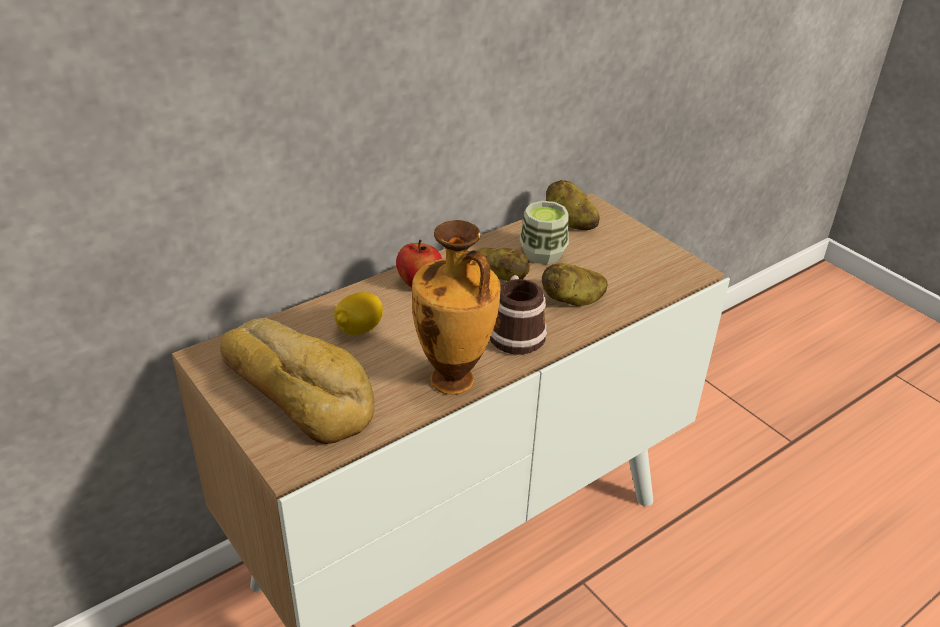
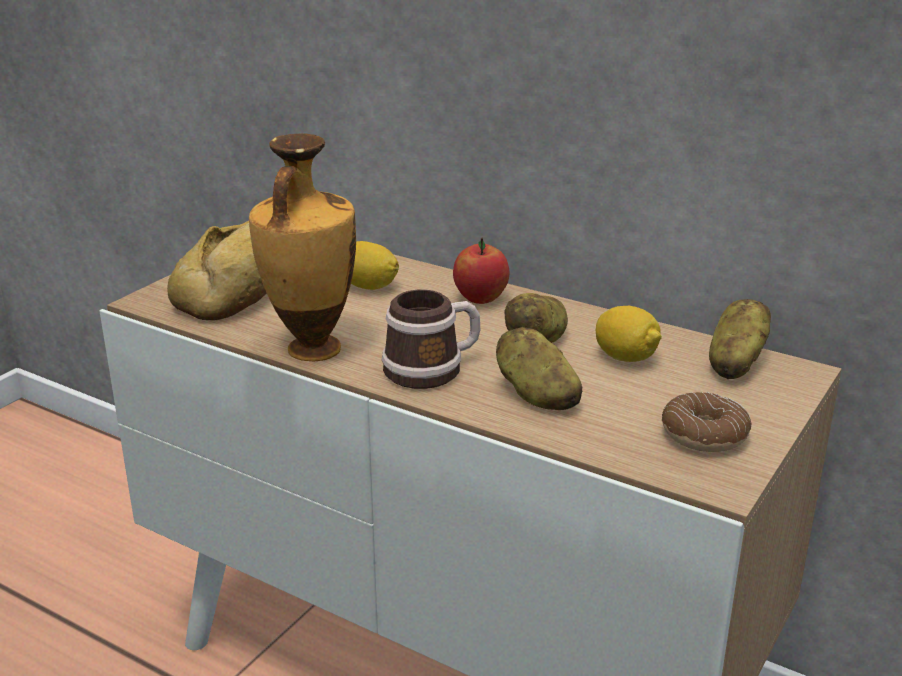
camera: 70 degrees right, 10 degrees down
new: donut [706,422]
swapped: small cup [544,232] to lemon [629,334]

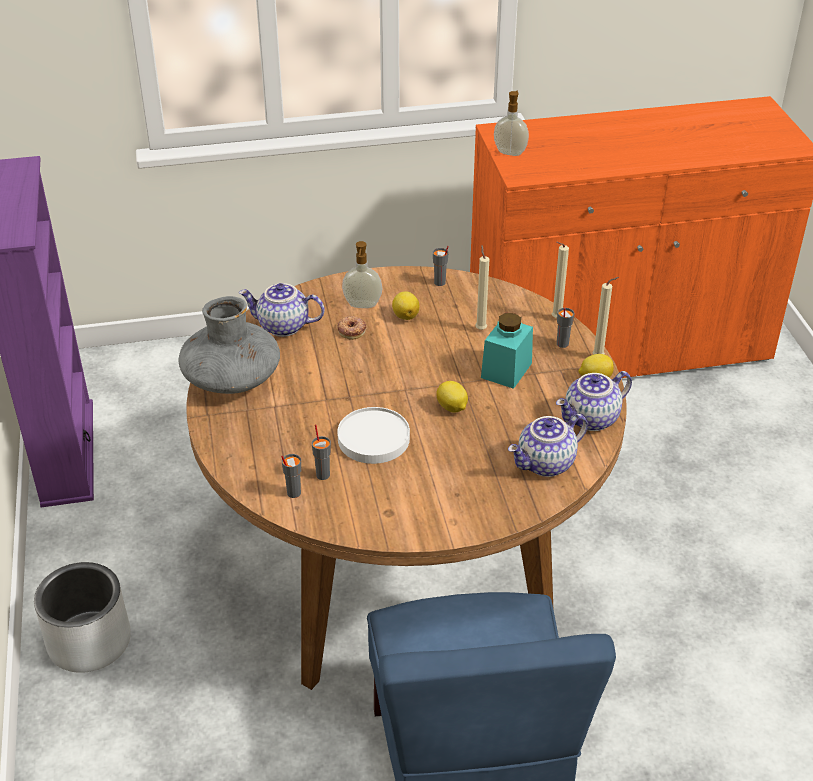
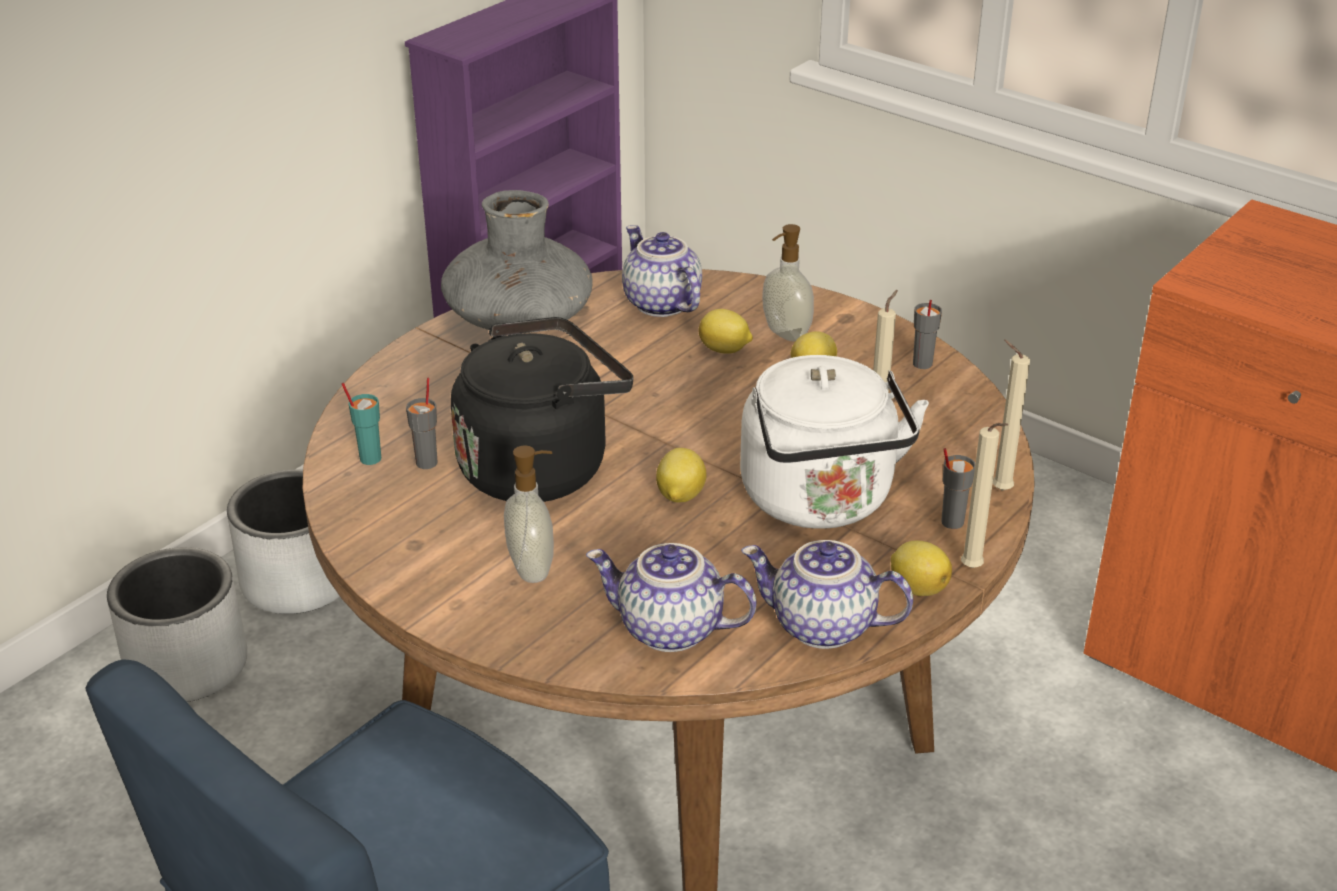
camera: 50 degrees right, 5 degrees down
new: plant pot in gray [177,624]
shifted: liquid soap bottle [511,123] to [529,514]
swapped: donut [352,328] to lemon [725,331]; plate in white-coloured [373,435] to water kettle in black-coloured [542,409]; storage jar in turquoise-coloured [507,351] to water kettle in white-coloured [834,442]
repainted: small cup in gray [291,476] to small cup in turquoise-coloured [361,424]

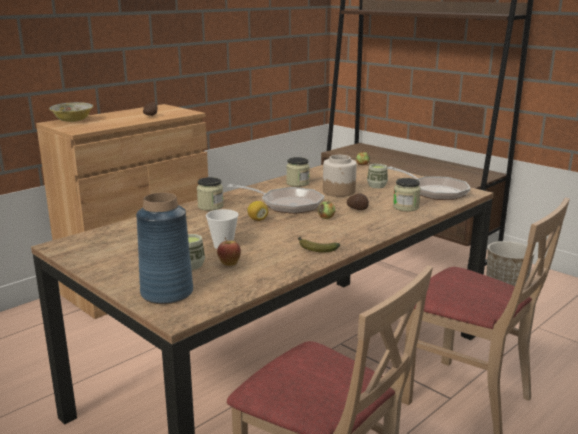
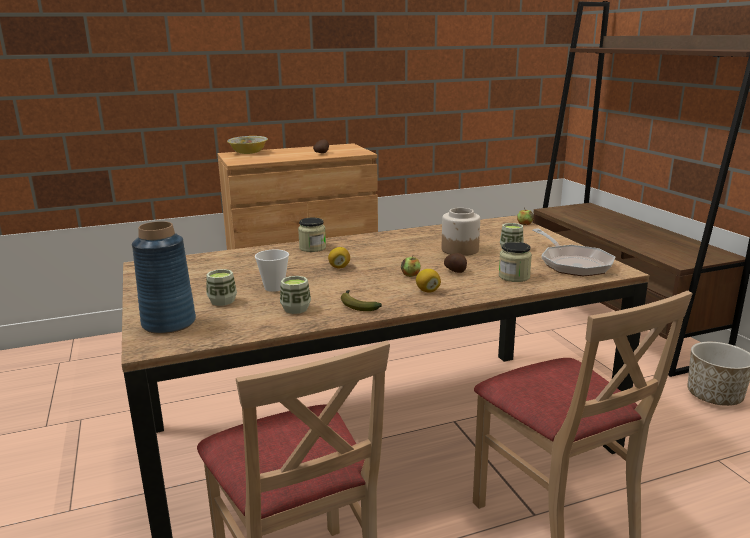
camera: 25 degrees right, 0 degrees up
gone: whole apple [229,251]; frying pan [275,199]; storage jar [298,172]
new: small cup [295,295]; lemon [428,281]

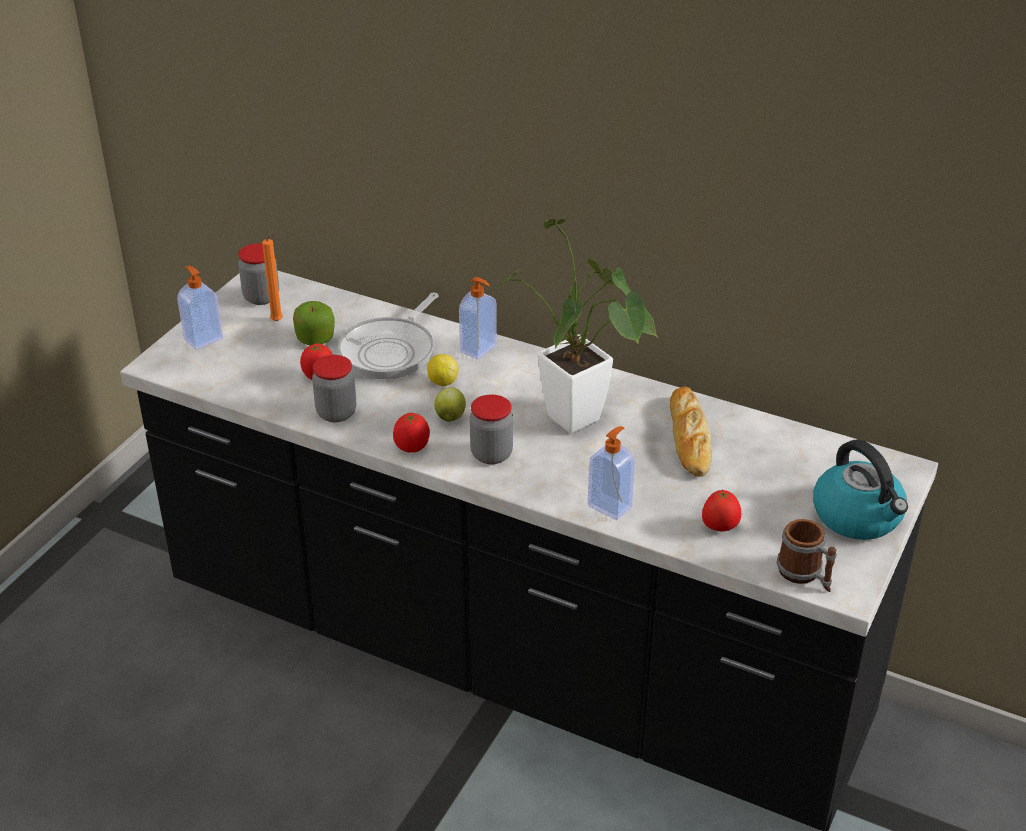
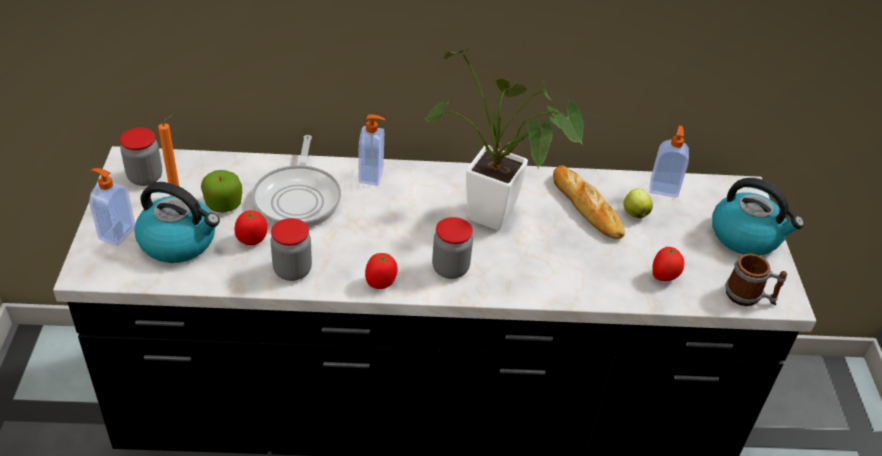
camera: 30 degrees left, 5 degrees up
gone: lemon [442,370]
new: water kettle [177,222]
shifted: whole apple [450,405] to [638,203]; liquid soap bottle [611,473] to [669,161]

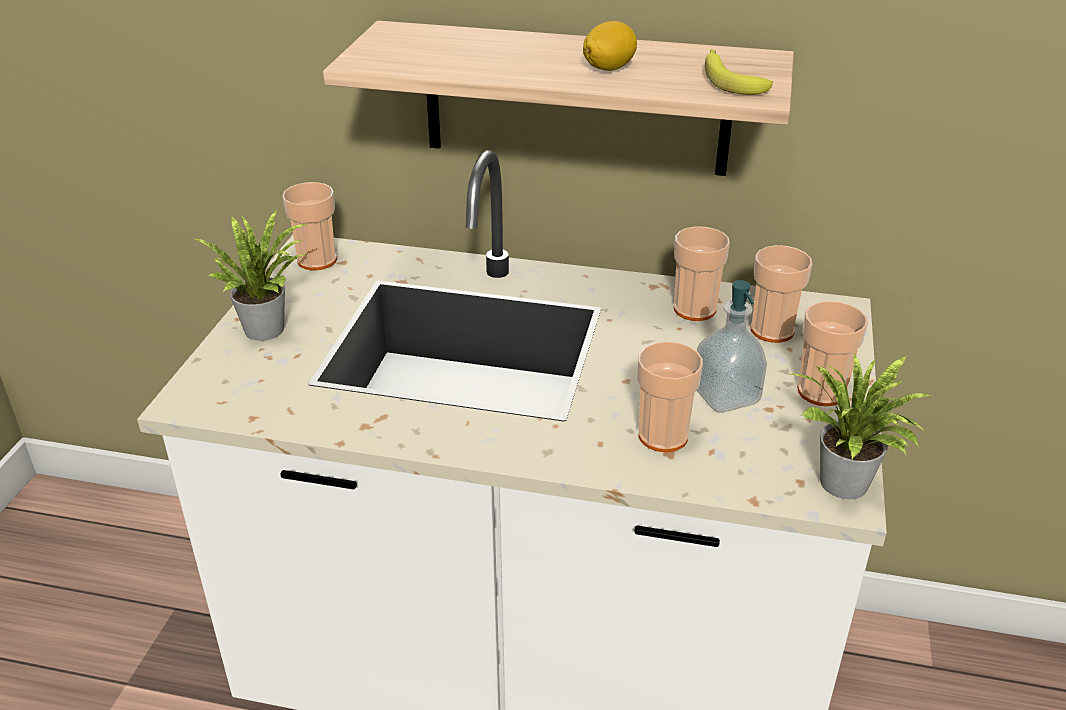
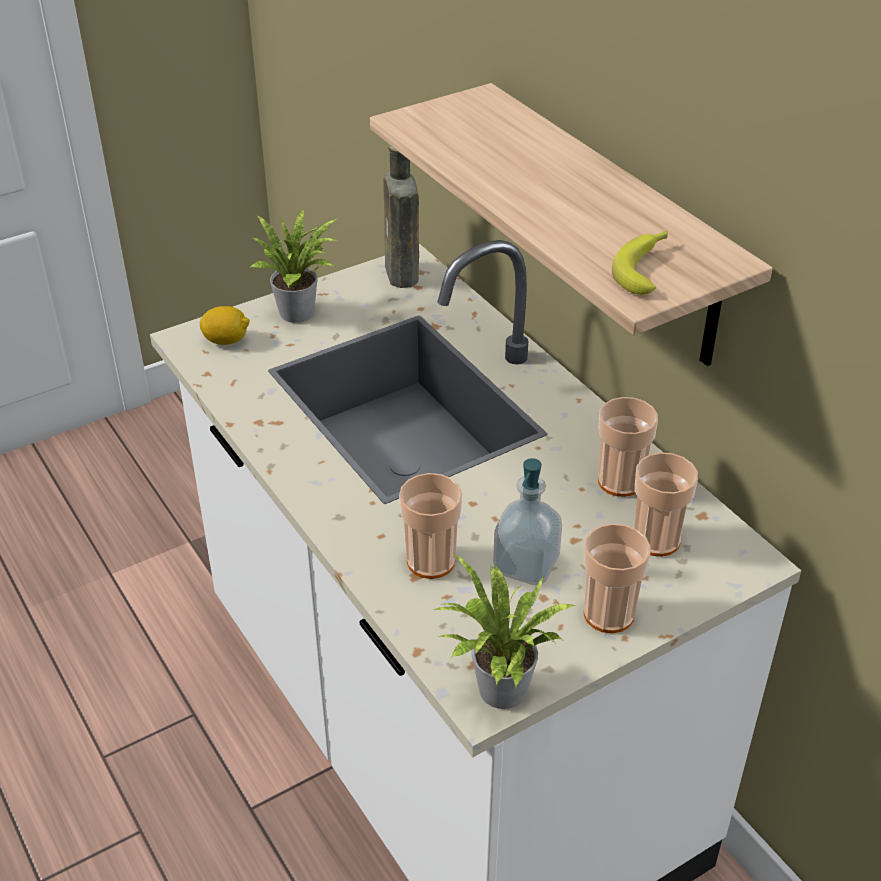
camera: 45 degrees right, 5 degrees up
shifted: lemon [610,46] to [225,325]
swapped: small cup [309,226] to drink bottle in brownish [401,216]

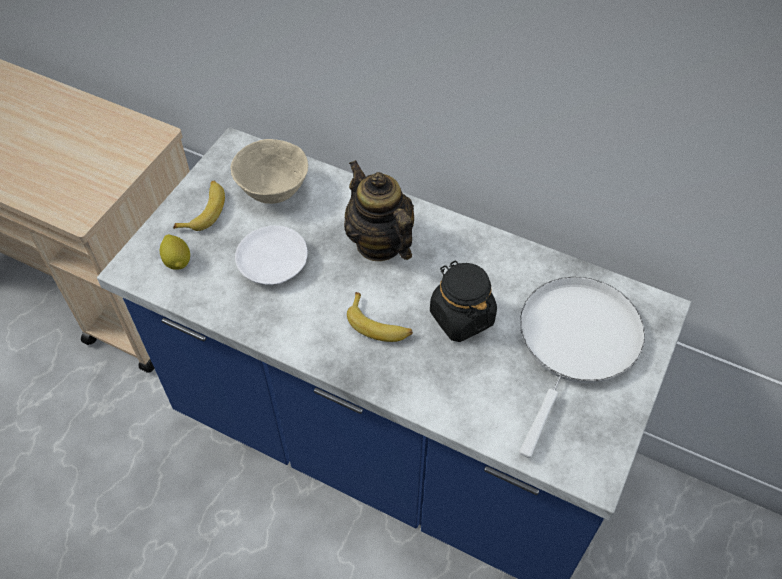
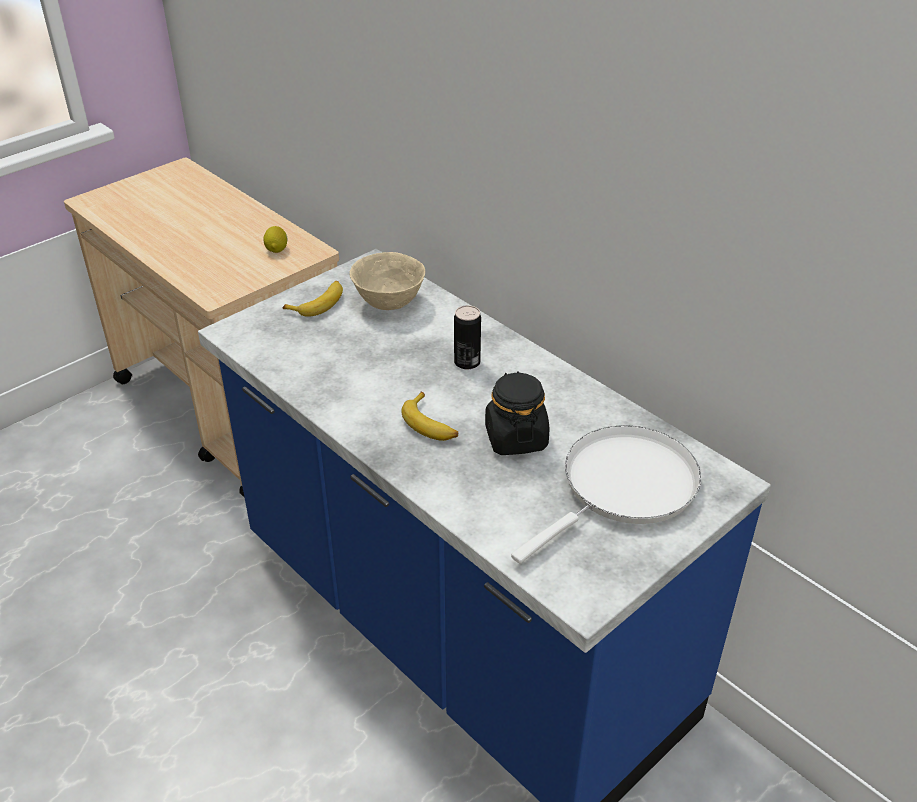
camera: 20 degrees right, 15 degrees down
gone: plate in white-coloured [271,255]
shifted: lemon [175,252] to [275,239]
swapped: pot for tea [379,210] to can [467,337]

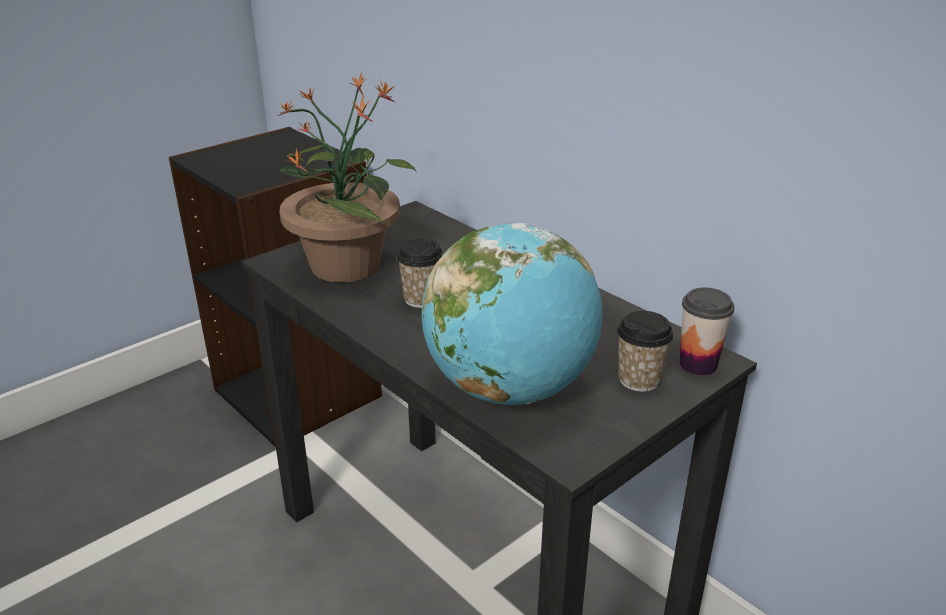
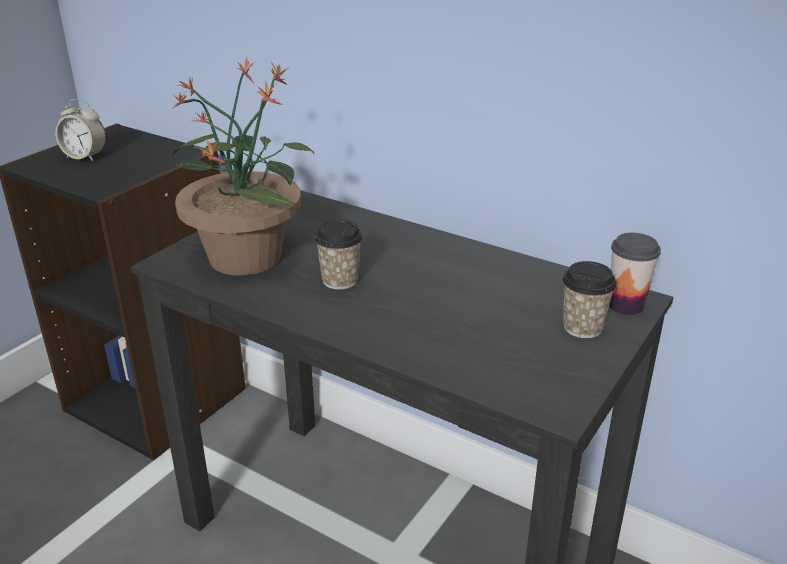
camera: 15 degrees left, 0 degrees up
gone: globe [512,314]
new: alarm clock [80,130]

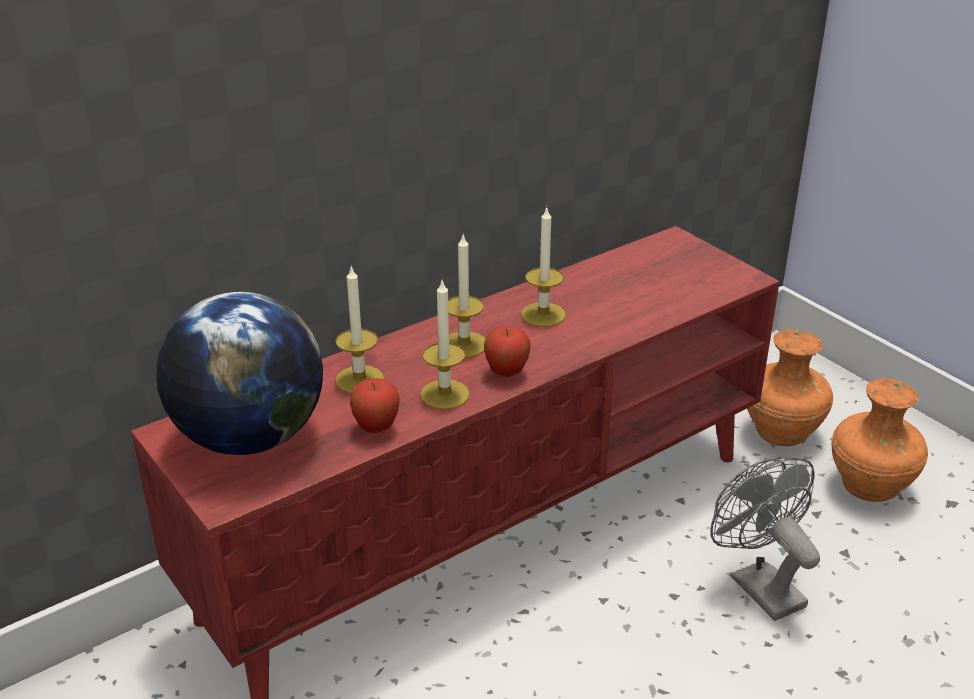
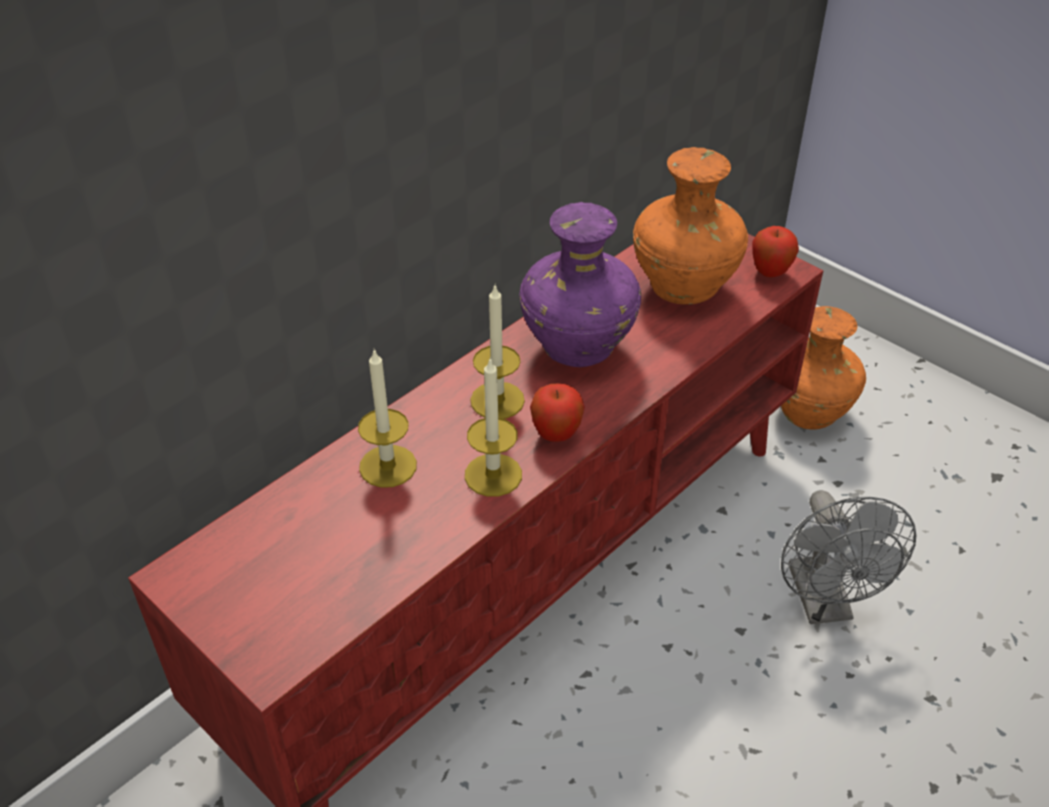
camera: 10 degrees left, 10 degrees up
gone: globe [239,373]
shifted: whole apple [375,405] to [775,251]; decorative vase in orange-coloured [880,440] to [690,226]
swapped: wax light [543,266] to decorative vase in purplish [580,284]
rotated: electric fan in gray [765,539] = [849,557] 150 degrees counterclockwise

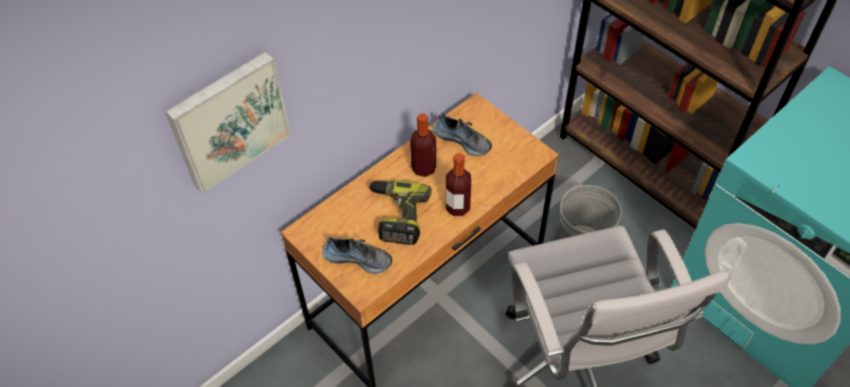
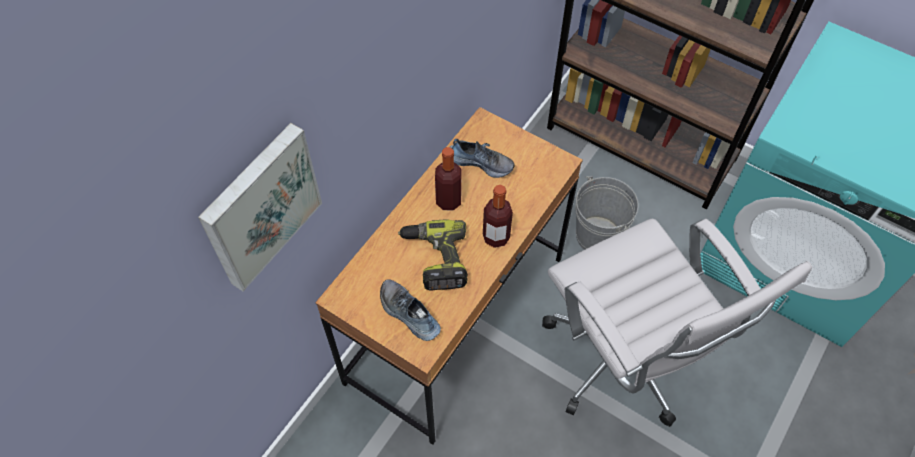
camera: 15 degrees left, 5 degrees up
rotated: low shoe [357,255] = [410,310] 135 degrees counterclockwise

